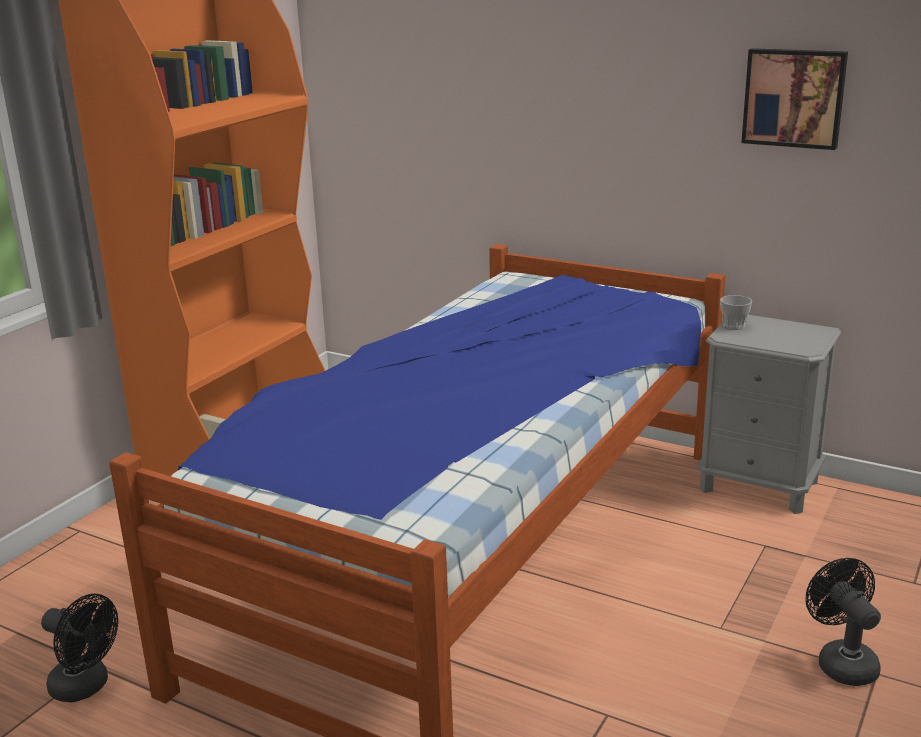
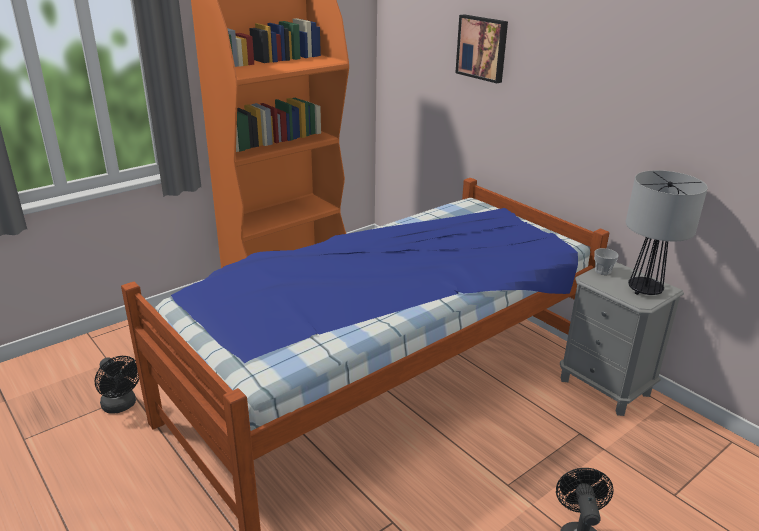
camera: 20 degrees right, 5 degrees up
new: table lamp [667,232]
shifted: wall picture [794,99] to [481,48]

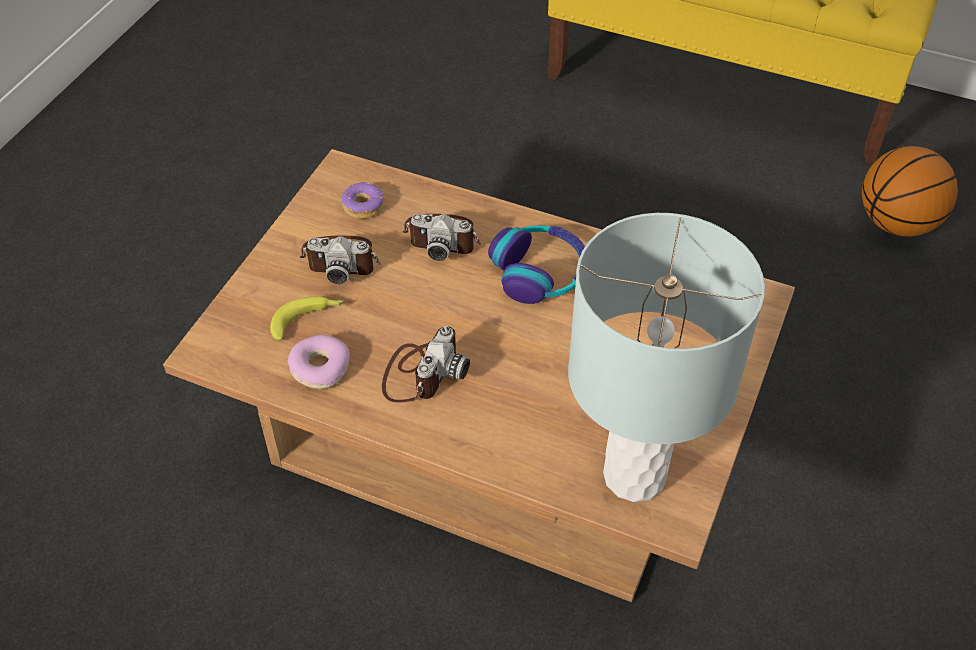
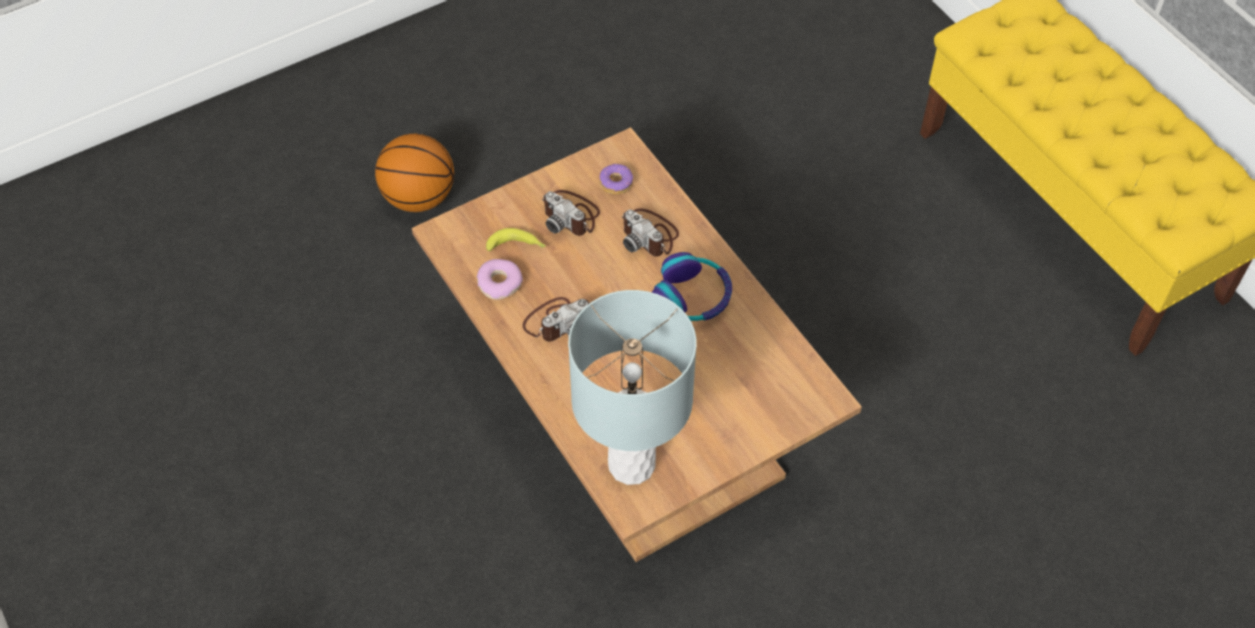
camera: 35 degrees right, 5 degrees up
shifted: ball for basketball [910,191] to [414,173]

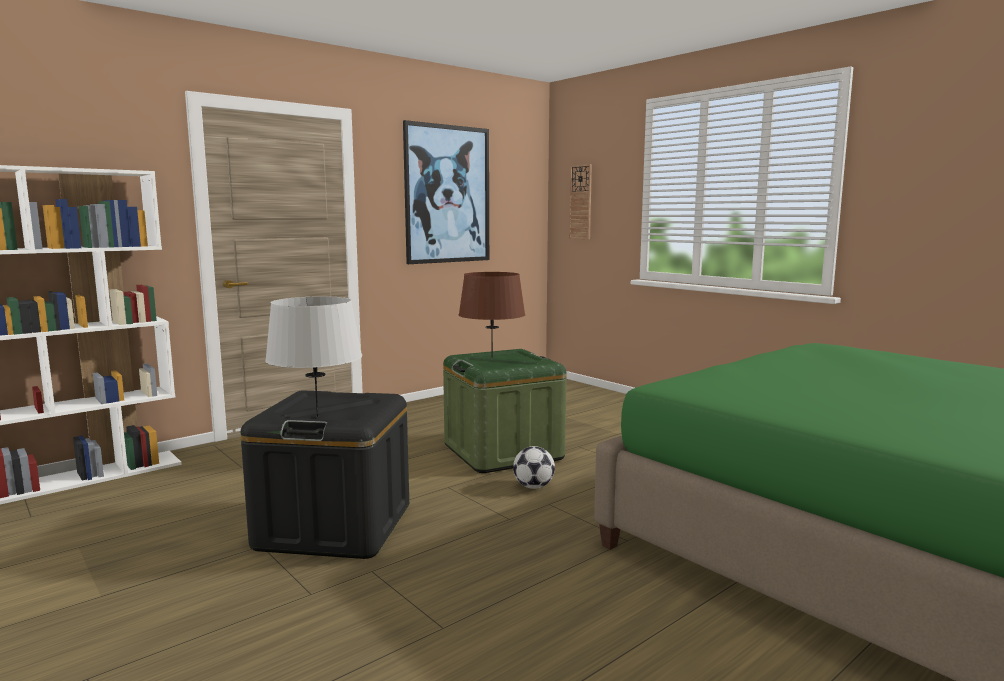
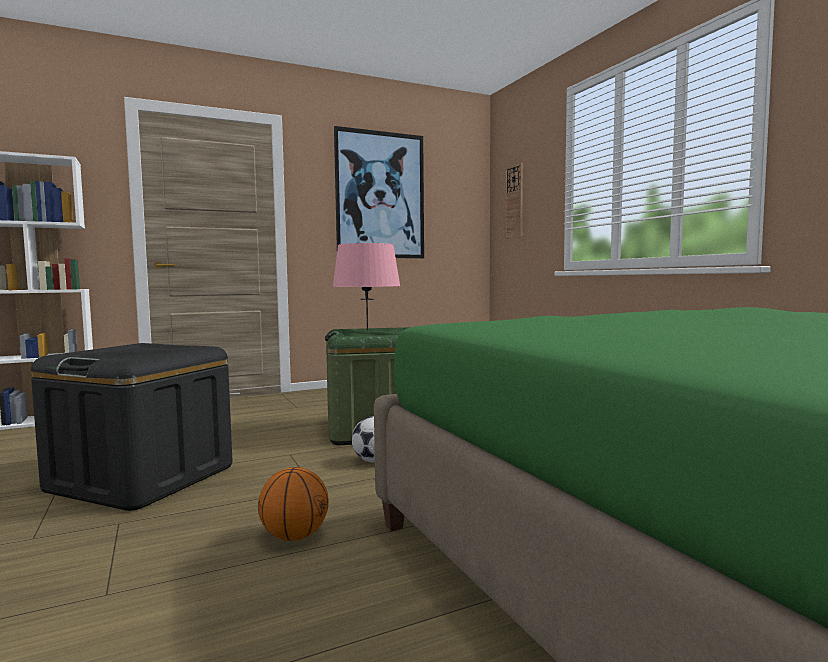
camera: 15 degrees right, 5 degrees down
gone: table lamp in gray [313,356]
new: ball for basketball [293,504]
repainted: table lamp in brownish [492,315] to table lamp in pink-coloured [366,287]

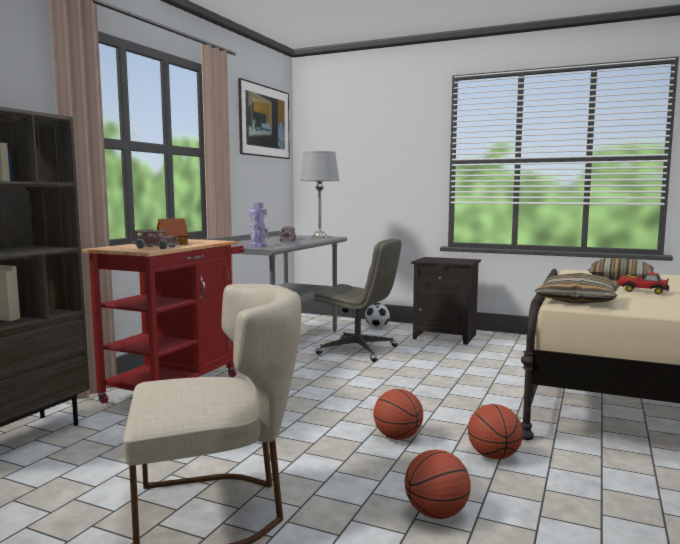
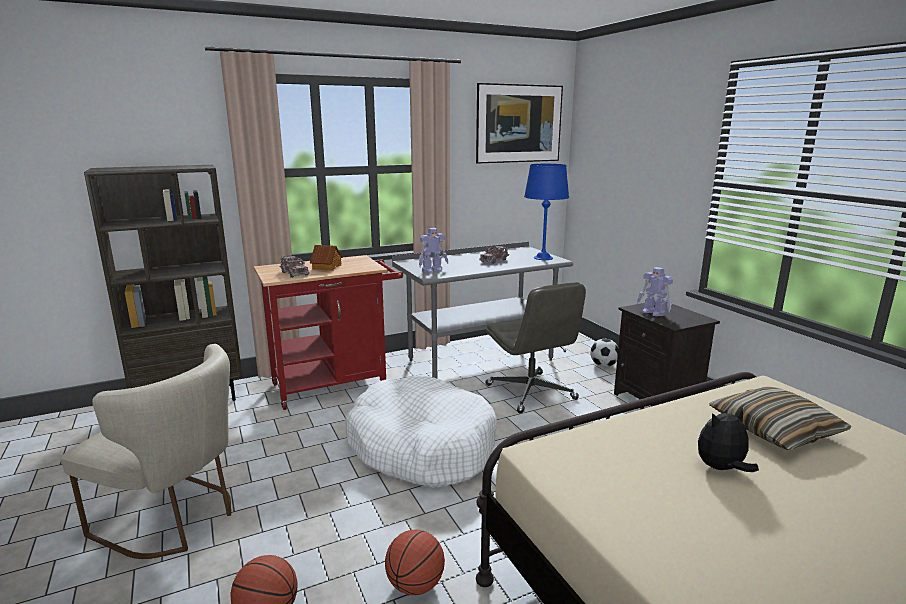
camera: 40 degrees right, 10 degrees up
gone: ball for basketball [398,414]; cushion [577,288]
new: dog cushion in white-coloured [421,432]; robot figure [655,291]
swapped: model car [643,284] to plush toy [728,440]
repainted: table lamp in gray [320,194] to table lamp in bluish [546,212]

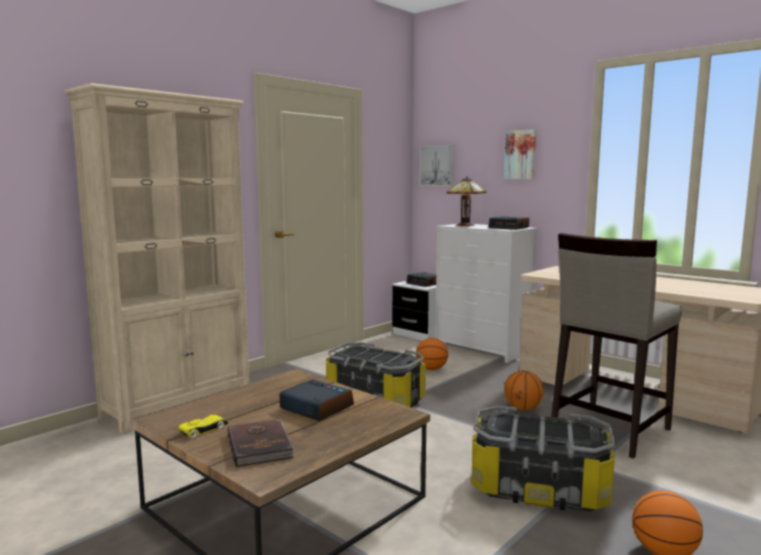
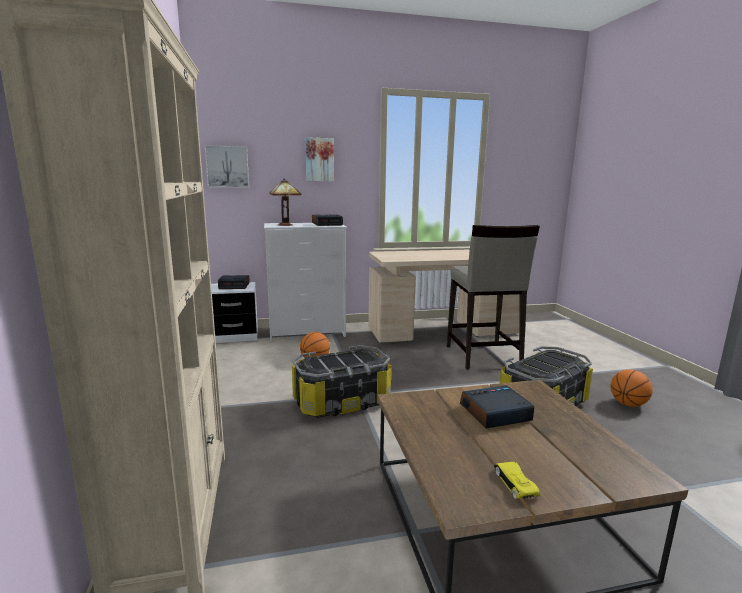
camera: 55 degrees left, 5 degrees up
gone: book in brownish [261,443]; ball for basketball [524,390]

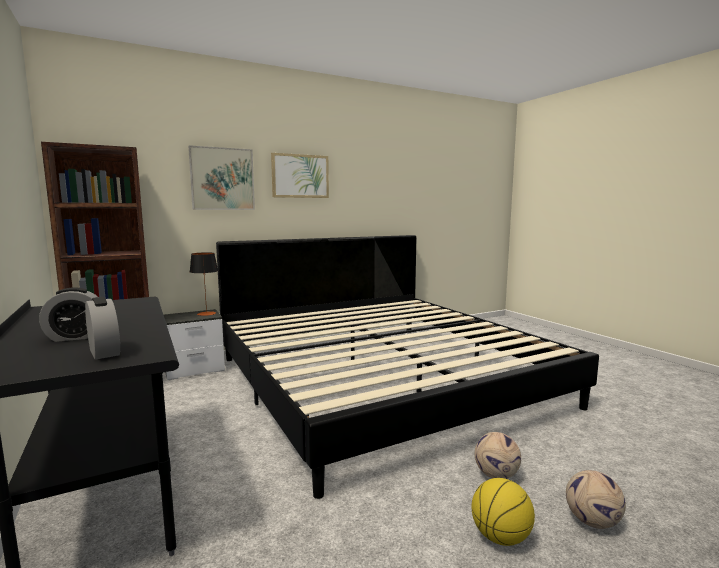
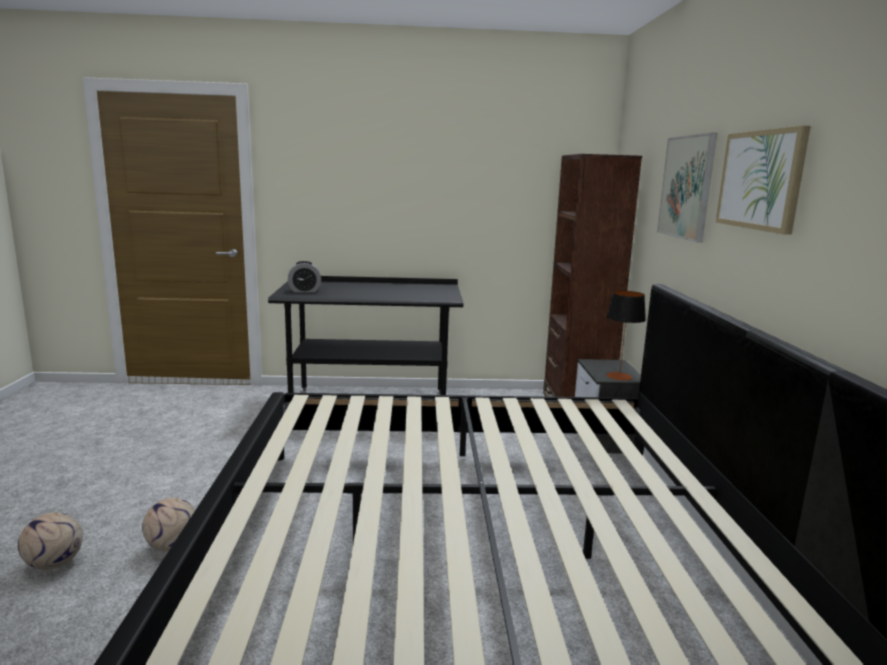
camera: 115 degrees right, 5 degrees up
gone: alarm clock [68,315]; ball for basketball [503,512]

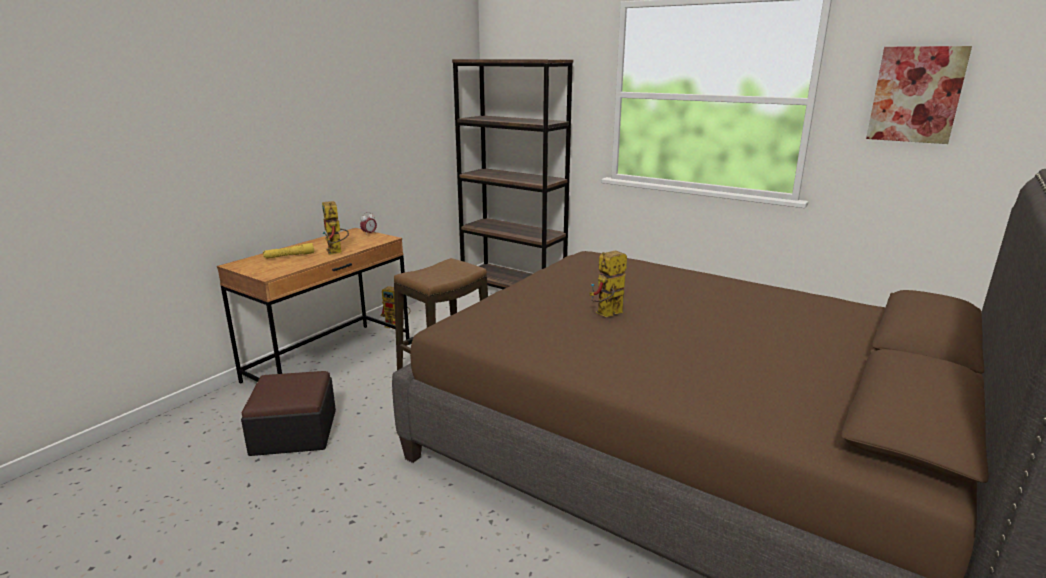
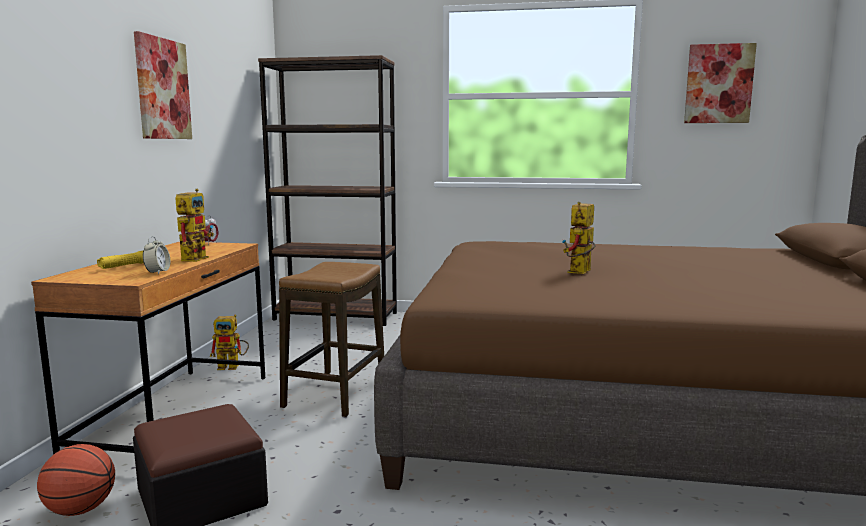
camera: 25 degrees left, 10 degrees down
new: ball for basketball [76,480]; wall picture [163,85]; alarm clock [156,255]
rotated: robot figure [335,228] = [194,225] 120 degrees counterclockwise

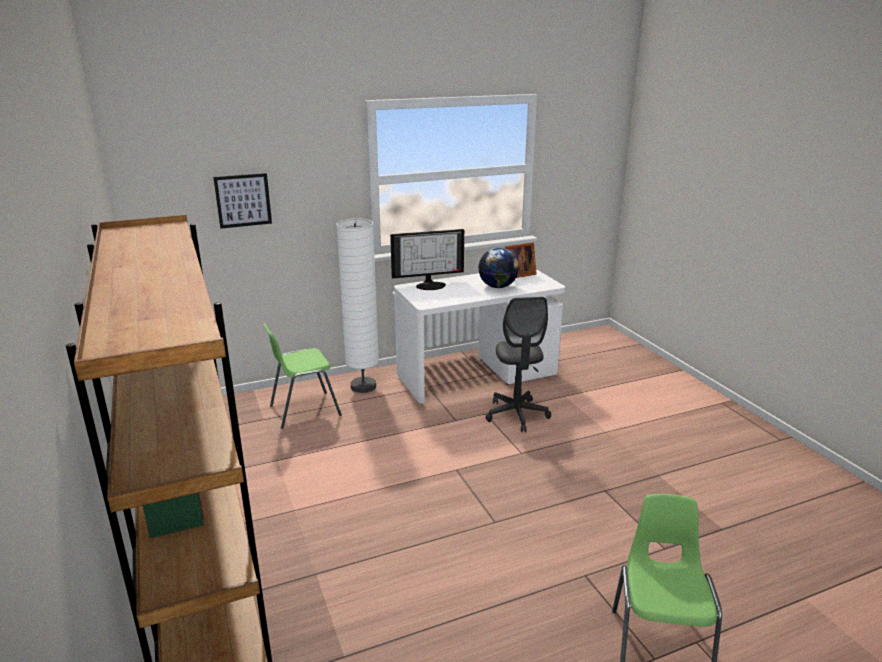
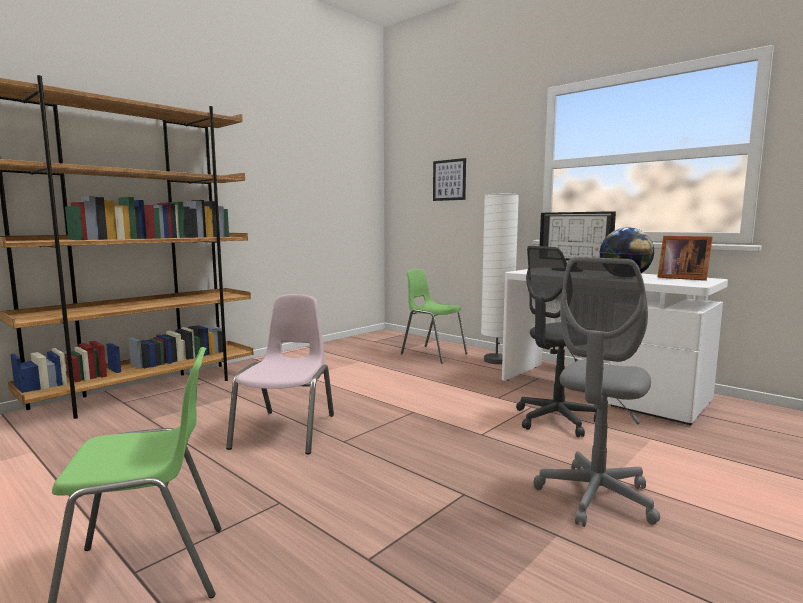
camera: 65 degrees right, 15 degrees down
new: chair in pink-coloured [280,374]; office chair in gray [596,392]

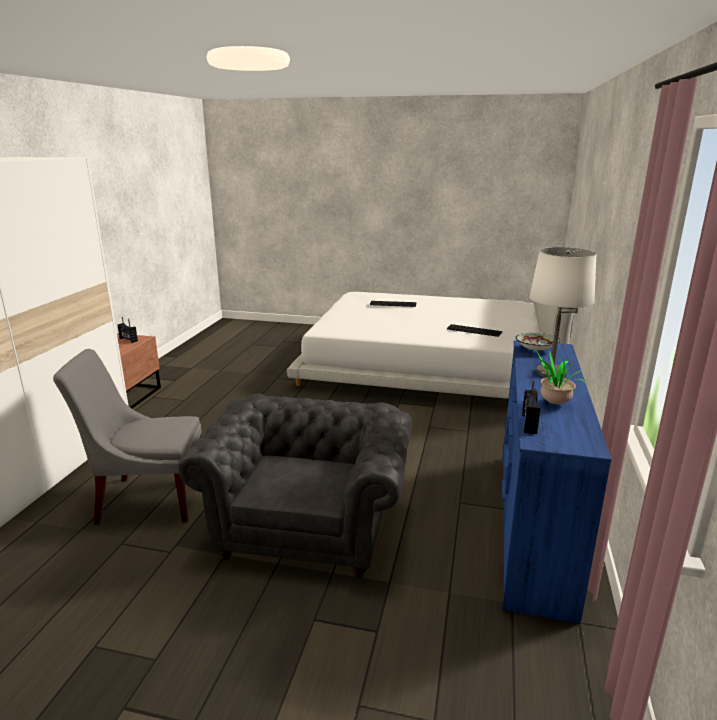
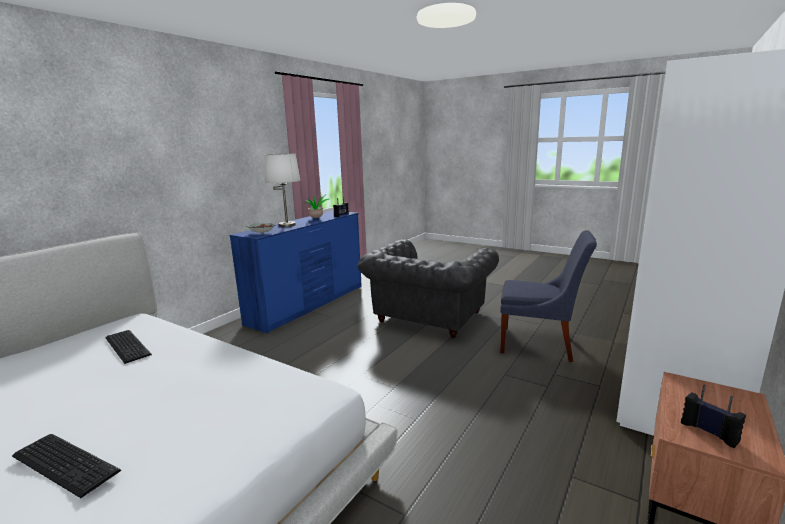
camera: 160 degrees left, 5 degrees down
repainted: chair in gray [127,437] to chair in bluish [548,296]

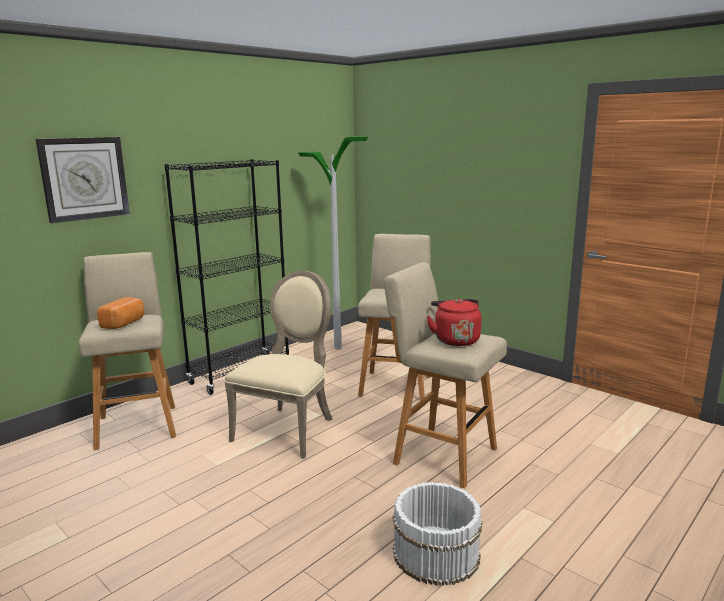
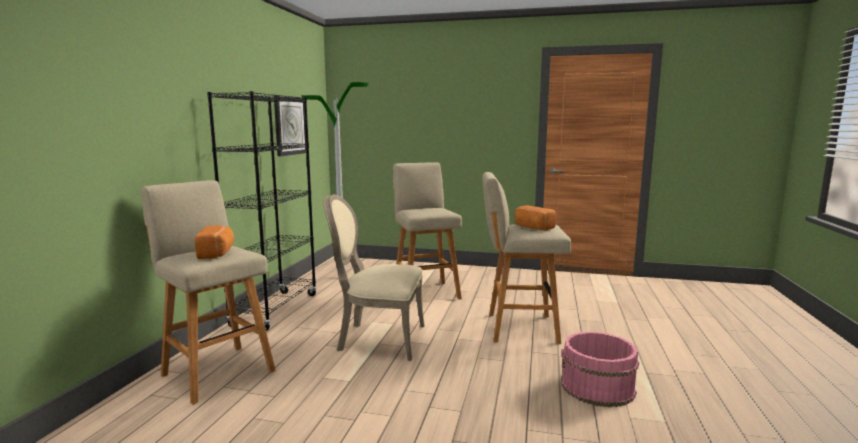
camera: 30 degrees left, 5 degrees down
shifted: wall clock [83,180] to [290,126]
swapped: water kettle in red [454,322] to baked bread [535,218]
repainted: bucket in white-coloured [437,534] to bucket in pink-coloured [600,369]
rotated: chair in beige-coloured [278,365] = [374,277] 75 degrees counterclockwise

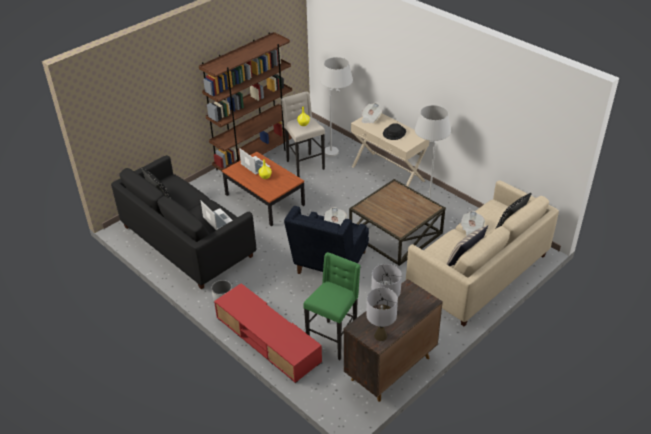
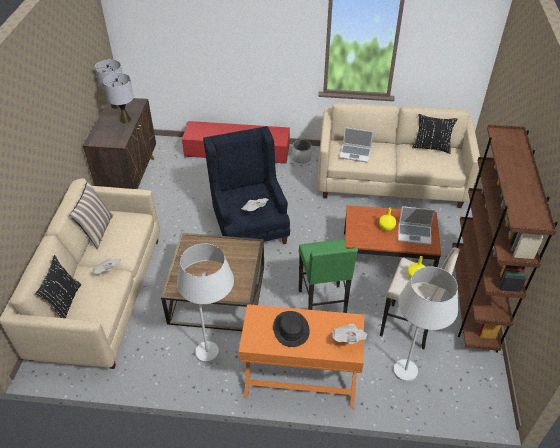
camera: 140 degrees right, 5 degrees up
shifted: stool seat in green [332,306] to [328,276]
repainted: settee in black-coloured [183,222] to settee in beige-coloured [399,155]; narrow table in beige-coloured [390,150] to narrow table in orange-coloured [301,356]

